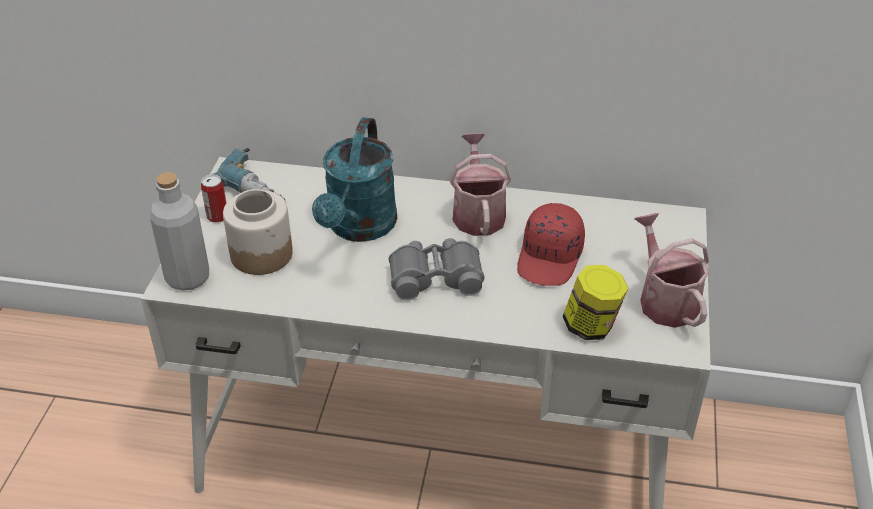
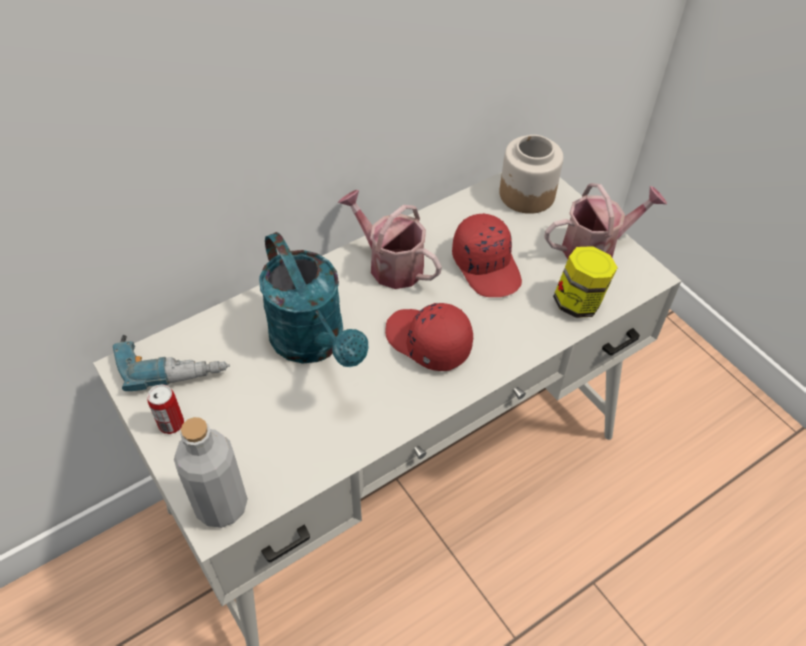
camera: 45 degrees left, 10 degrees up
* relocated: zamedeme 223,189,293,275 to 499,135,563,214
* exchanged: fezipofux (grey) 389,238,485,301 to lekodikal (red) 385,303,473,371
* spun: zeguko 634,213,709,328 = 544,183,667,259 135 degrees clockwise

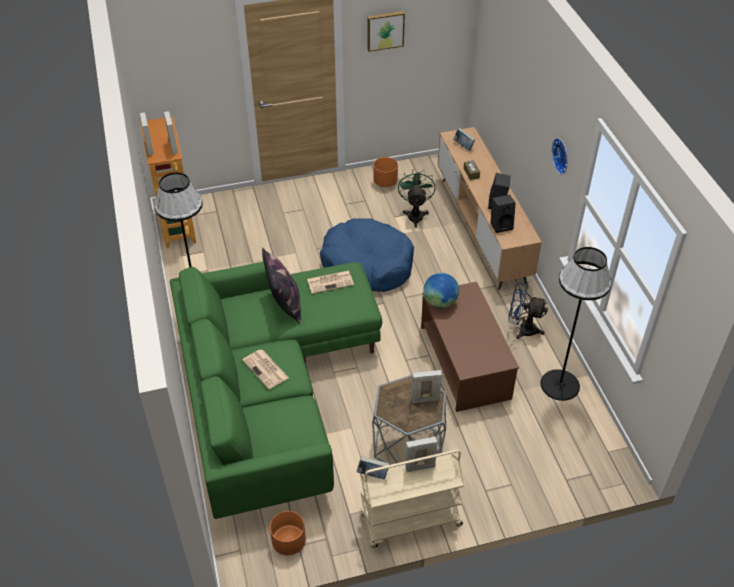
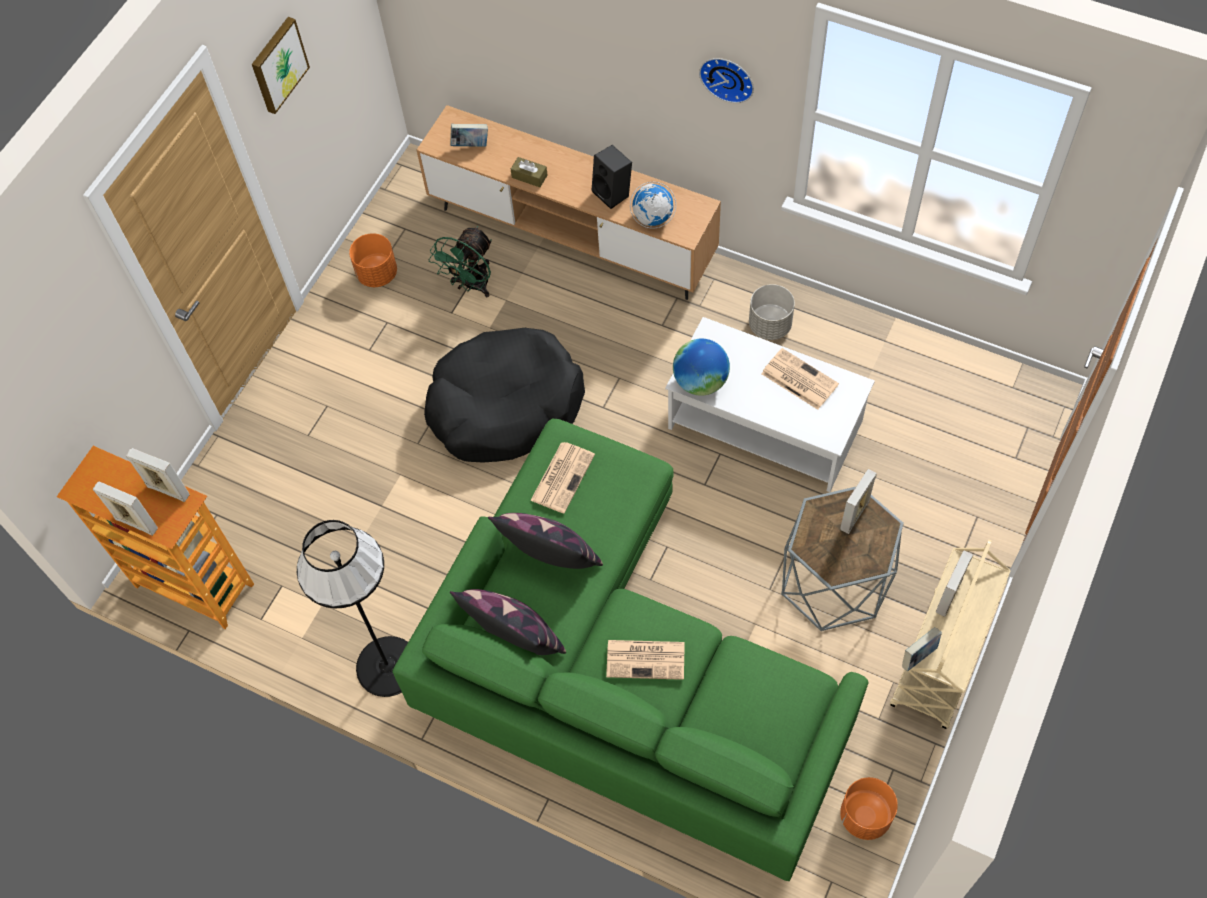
camera: 45 degrees left, 15 degrees up
* colour: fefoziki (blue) 320,218,414,292 to fefoziki (black) 424,328,585,462
* spun: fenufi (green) 398,169,435,228 = 429,226,492,297 105 degrees counterclockwise
* colour: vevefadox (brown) 421,282,519,412 to vevefadox (white) 665,317,875,492
* exchanged: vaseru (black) 491,195,516,233 to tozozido 630,182,676,229
* exchanged: fenufi (blue) 508,283,548,339 to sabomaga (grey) 749,284,795,340
* missing: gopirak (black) 541,247,612,401
* appeared: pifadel 450,589,566,655
* appeared: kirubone 761,348,839,410

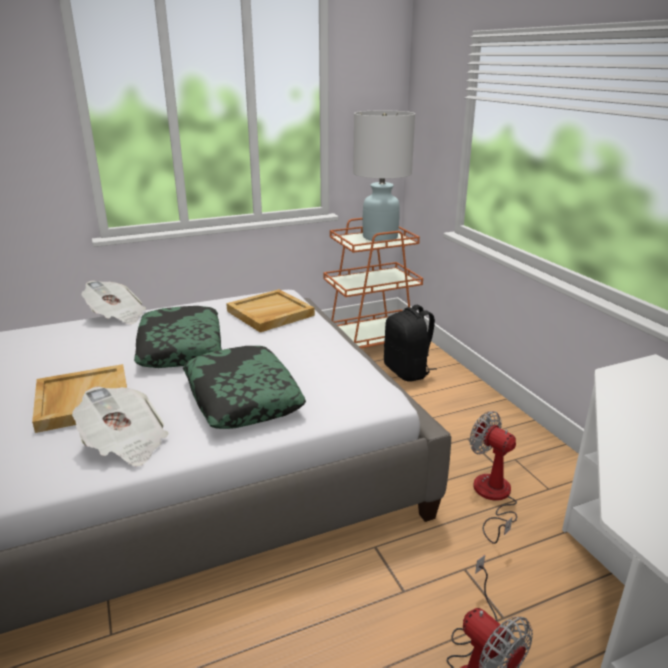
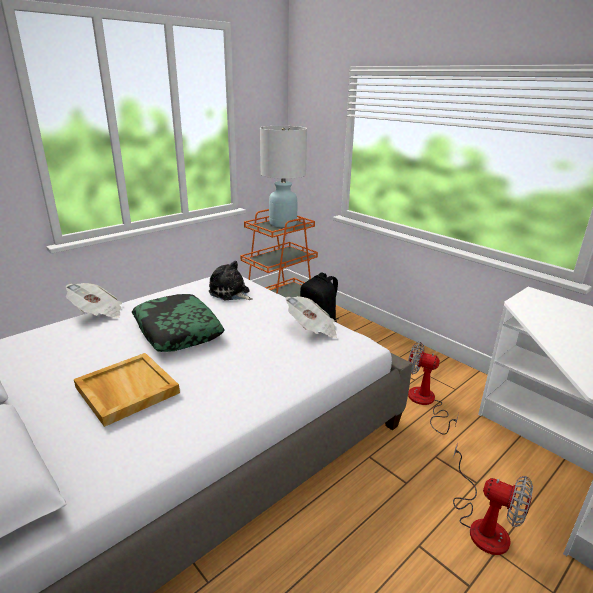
camera: 20 degrees left, 0 degrees up
* relocated: kirubone 72,386,169,466 to 286,296,337,338
* missing: pifadel 183,346,306,429
* exchanged: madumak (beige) 226,289,315,332 to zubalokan 209,261,252,300

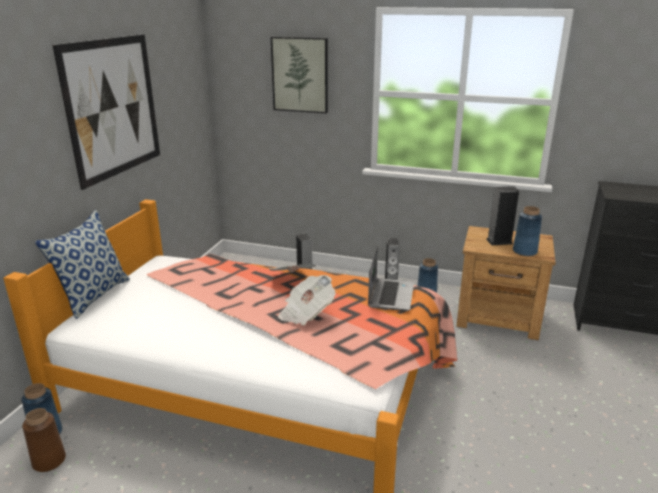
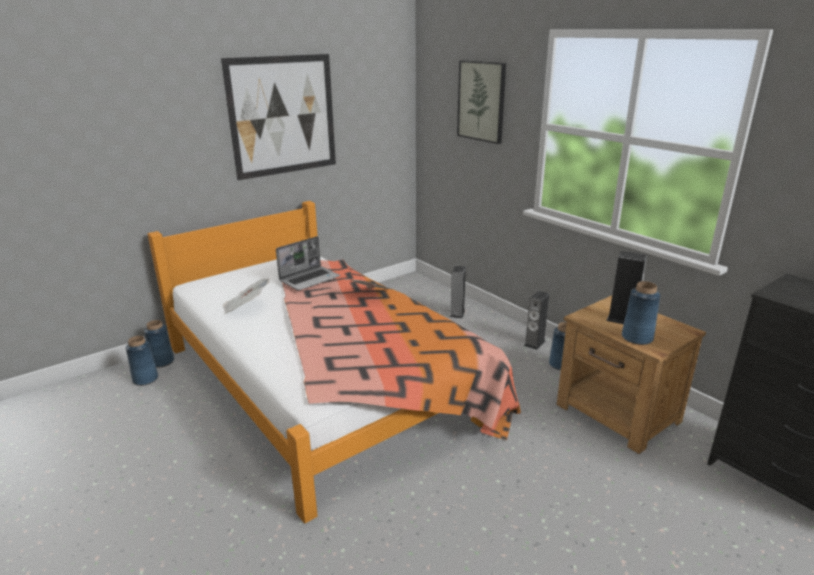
camera: 35 degrees right, 0 degrees up
* colour: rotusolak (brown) 22,408,66,472 to rotusolak (blue) 126,336,158,386
* missing: pifadel 35,210,130,319
* relocated: kirubone 278,275,336,325 to 223,278,269,314
* relocated: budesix 368,246,414,311 to 276,236,340,290

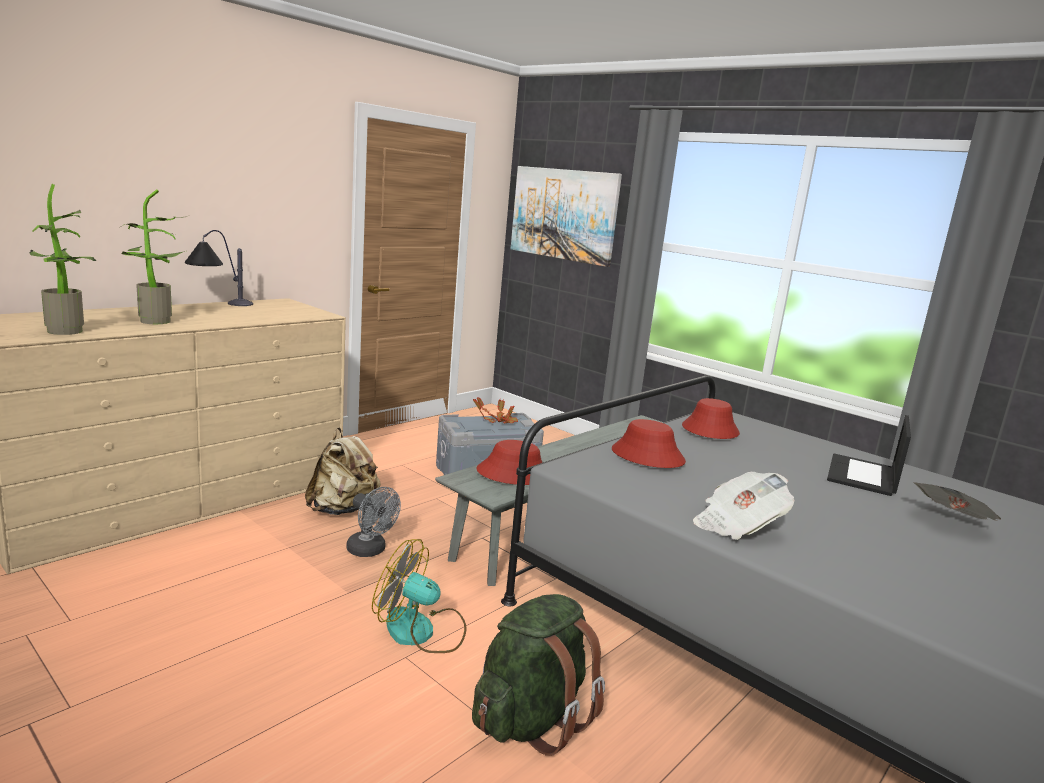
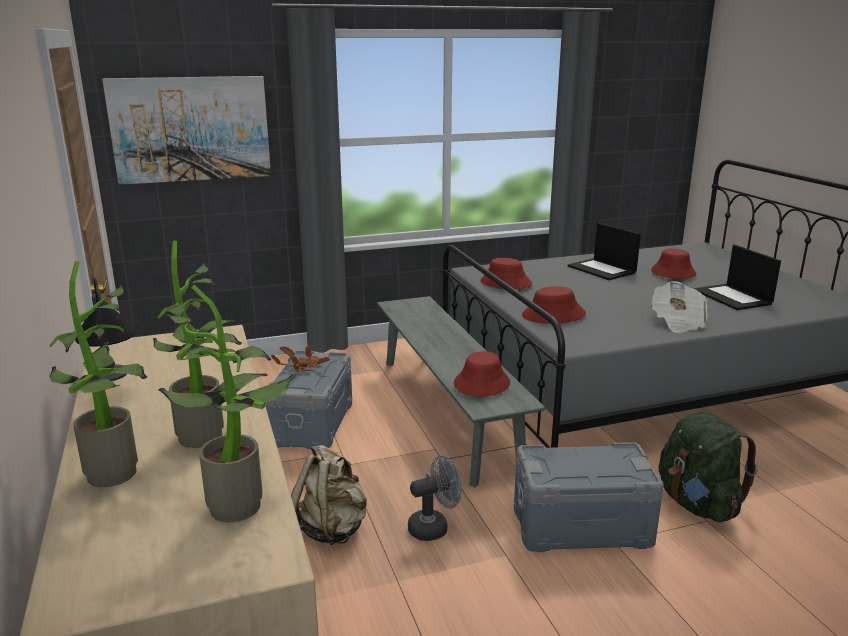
camera: 60 degrees left, 5 degrees up
* exchanged: fenufi 372,539,467,653 to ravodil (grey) 514,442,664,552
* exchanged: kirubone 913,482,1001,521 to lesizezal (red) 651,248,696,279
* appeared: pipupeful 49,261,147,487
* appeared: budesix 694,245,781,310

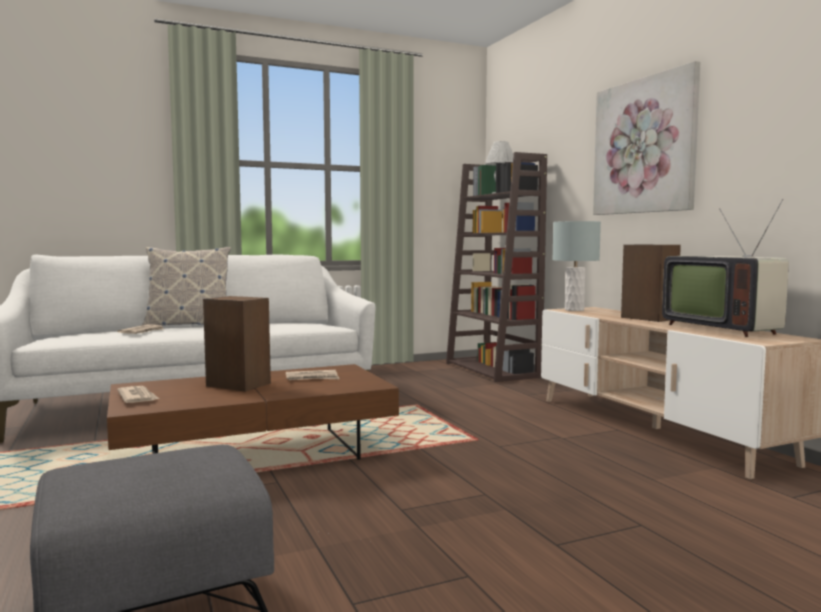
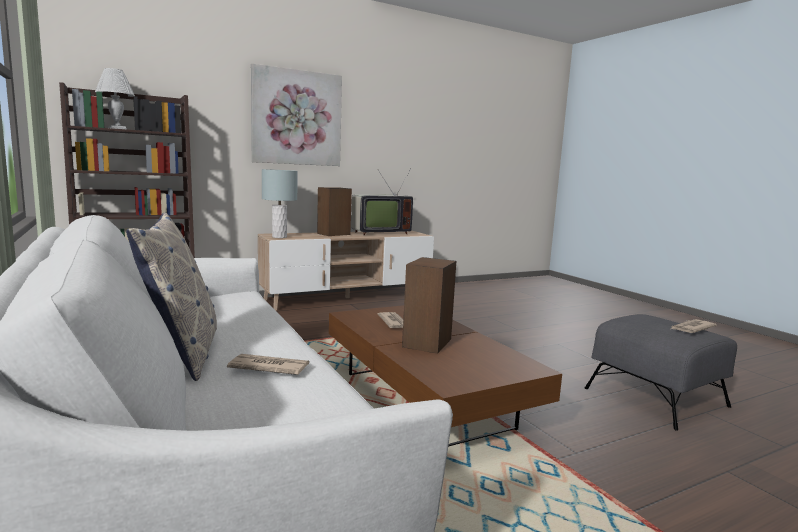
camera: 95 degrees left, 5 degrees up
* relocated: kirubone 117,386,159,403 to 671,319,717,333

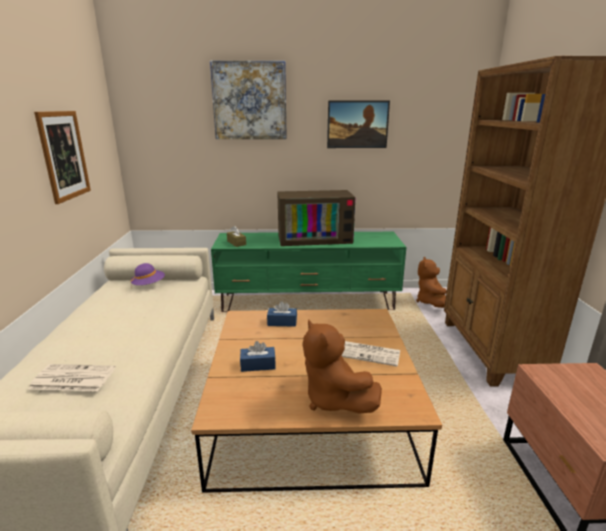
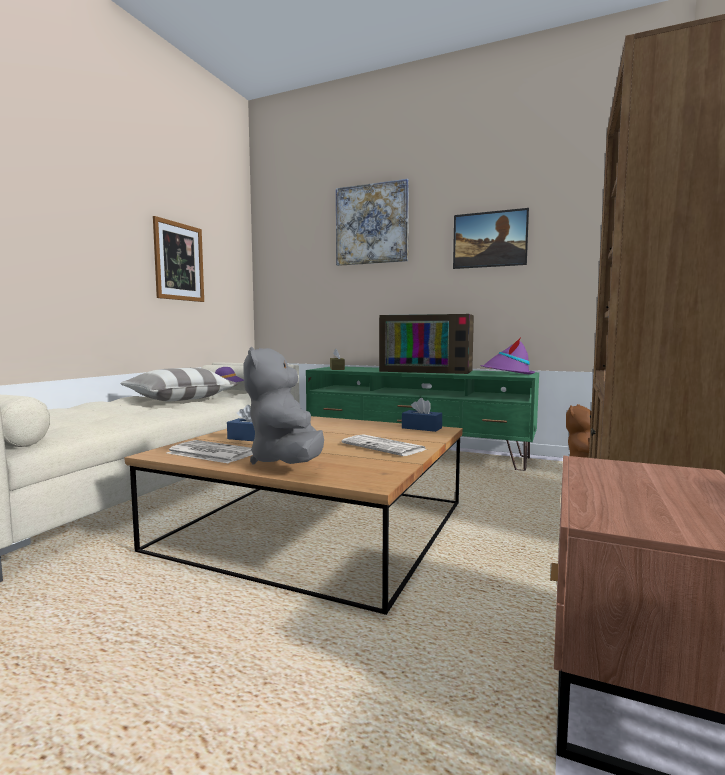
camera: 25 degrees right, 15 degrees down
* relocated: kirubone 29,364,115,391 to 167,440,253,463
* relocated: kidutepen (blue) 267,301,297,327 to 402,398,442,432
* colour: zubalokan (brown) 303,319,382,414 to zubalokan (grey) 243,347,324,464
* appeared: pifadel 120,368,237,401
* appeared: lesizezal (purple) 480,337,535,375

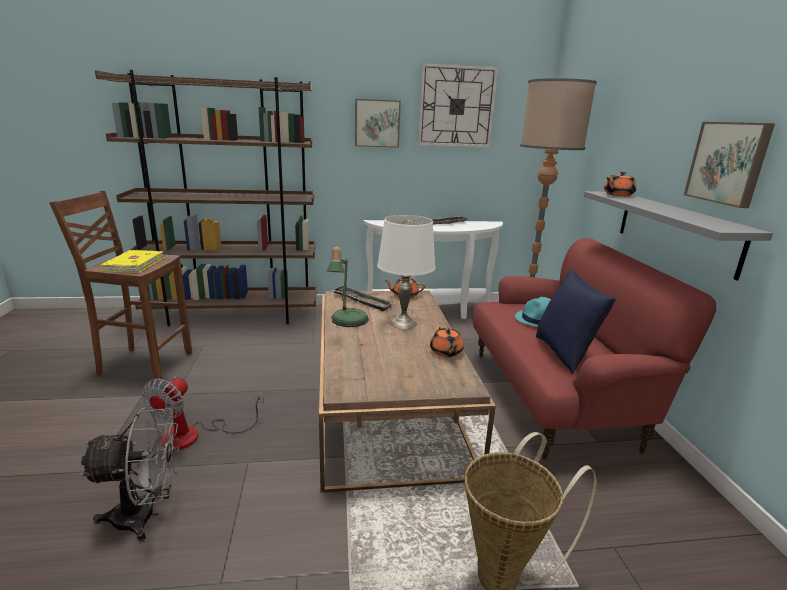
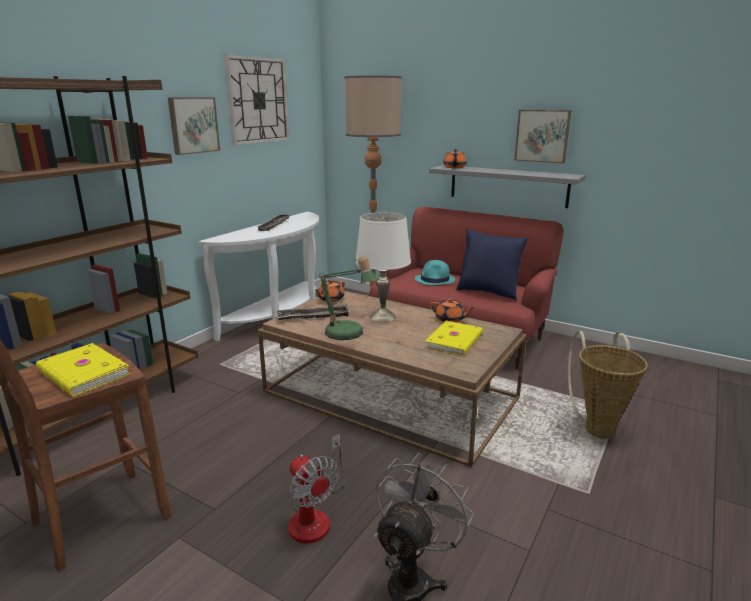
camera: 50 degrees left, 0 degrees up
* appeared: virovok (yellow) 425,321,483,356

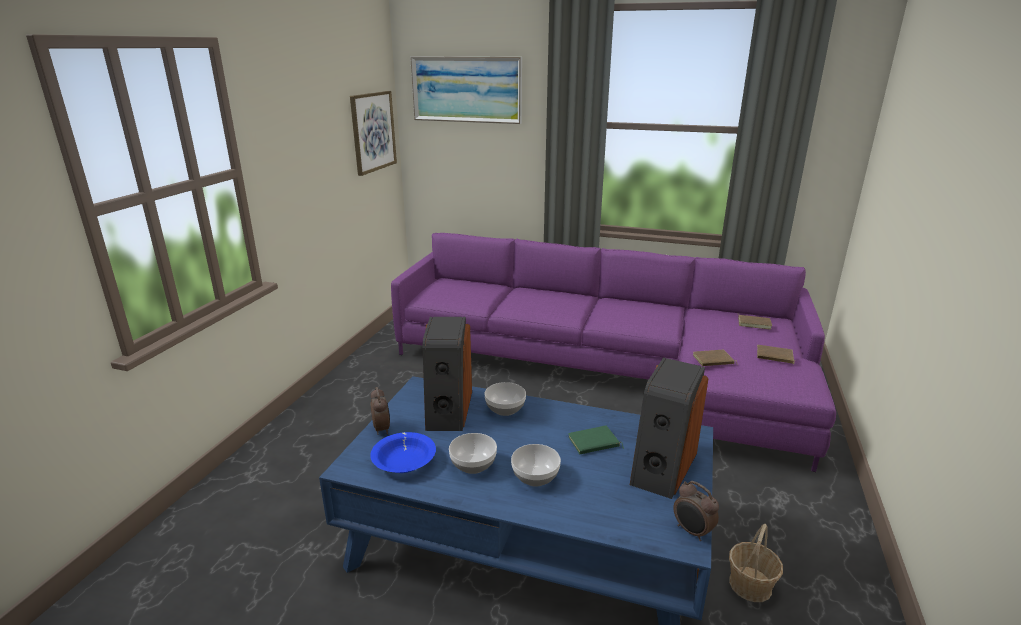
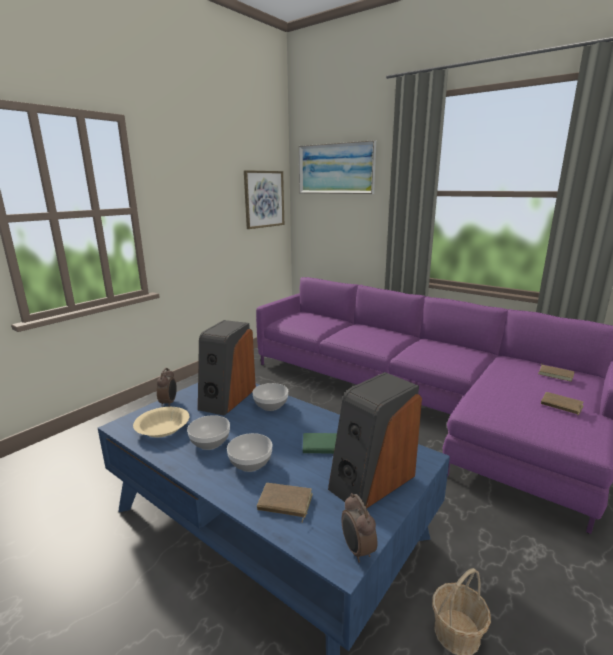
camera: 20 degrees right, 5 degrees down
* colour: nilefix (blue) 370,432,436,473 to nilefix (beige) 133,407,189,437
* relocated: virovok (brown) 693,350,738,366 to 257,483,313,523

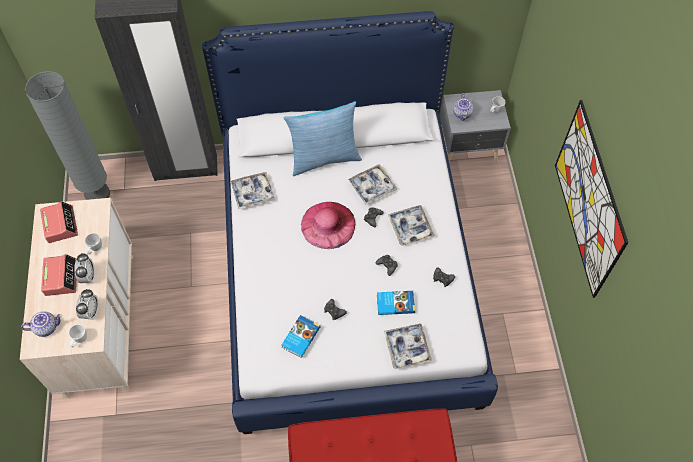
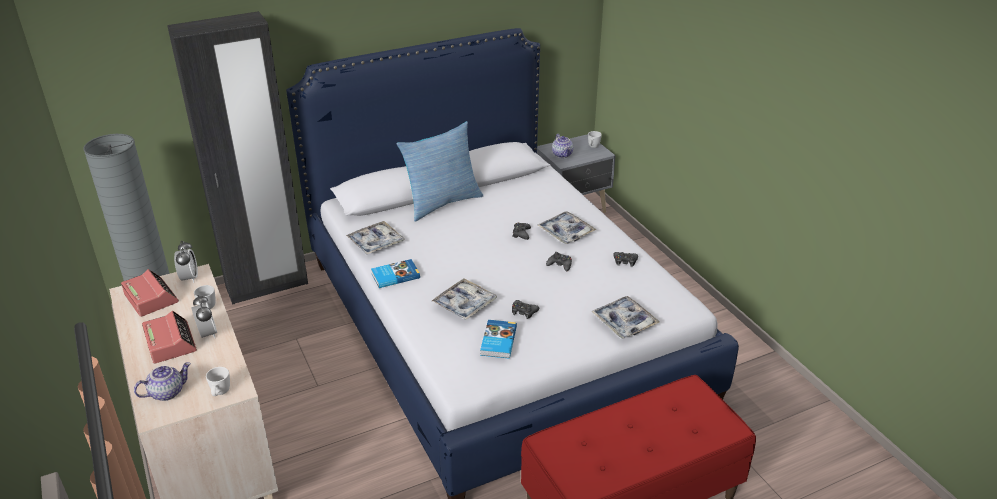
camera: 20 degrees left, 25 degrees down
* relocated: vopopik 76,289,99,320 to 174,241,198,283
* missing: lesizezal (pink) 301,202,355,249
* relocated: madumak 348,164,397,205 to 432,278,497,320
* relocated: virovok 377,291,415,315 to 371,259,420,288
* missing: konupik 555,100,628,298

